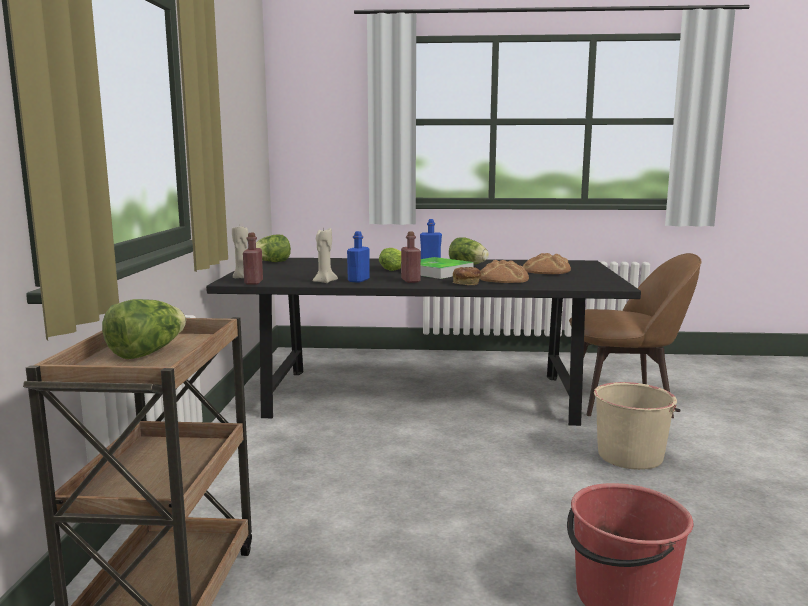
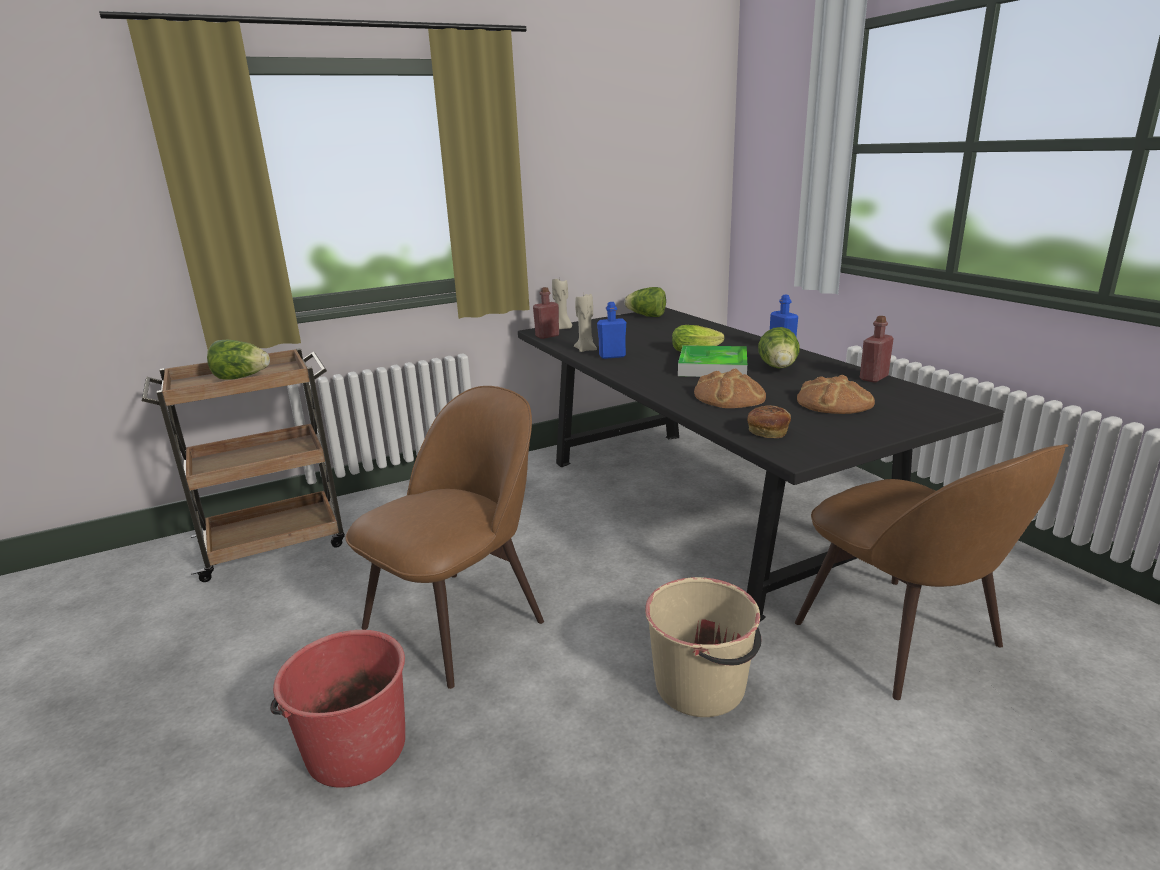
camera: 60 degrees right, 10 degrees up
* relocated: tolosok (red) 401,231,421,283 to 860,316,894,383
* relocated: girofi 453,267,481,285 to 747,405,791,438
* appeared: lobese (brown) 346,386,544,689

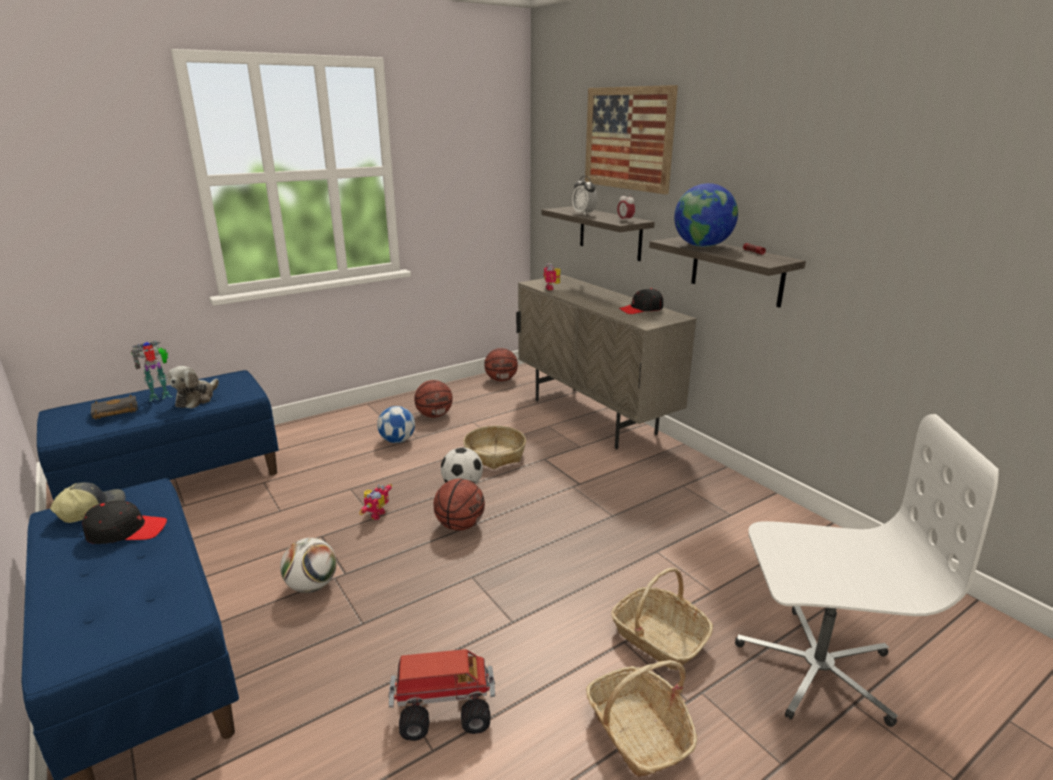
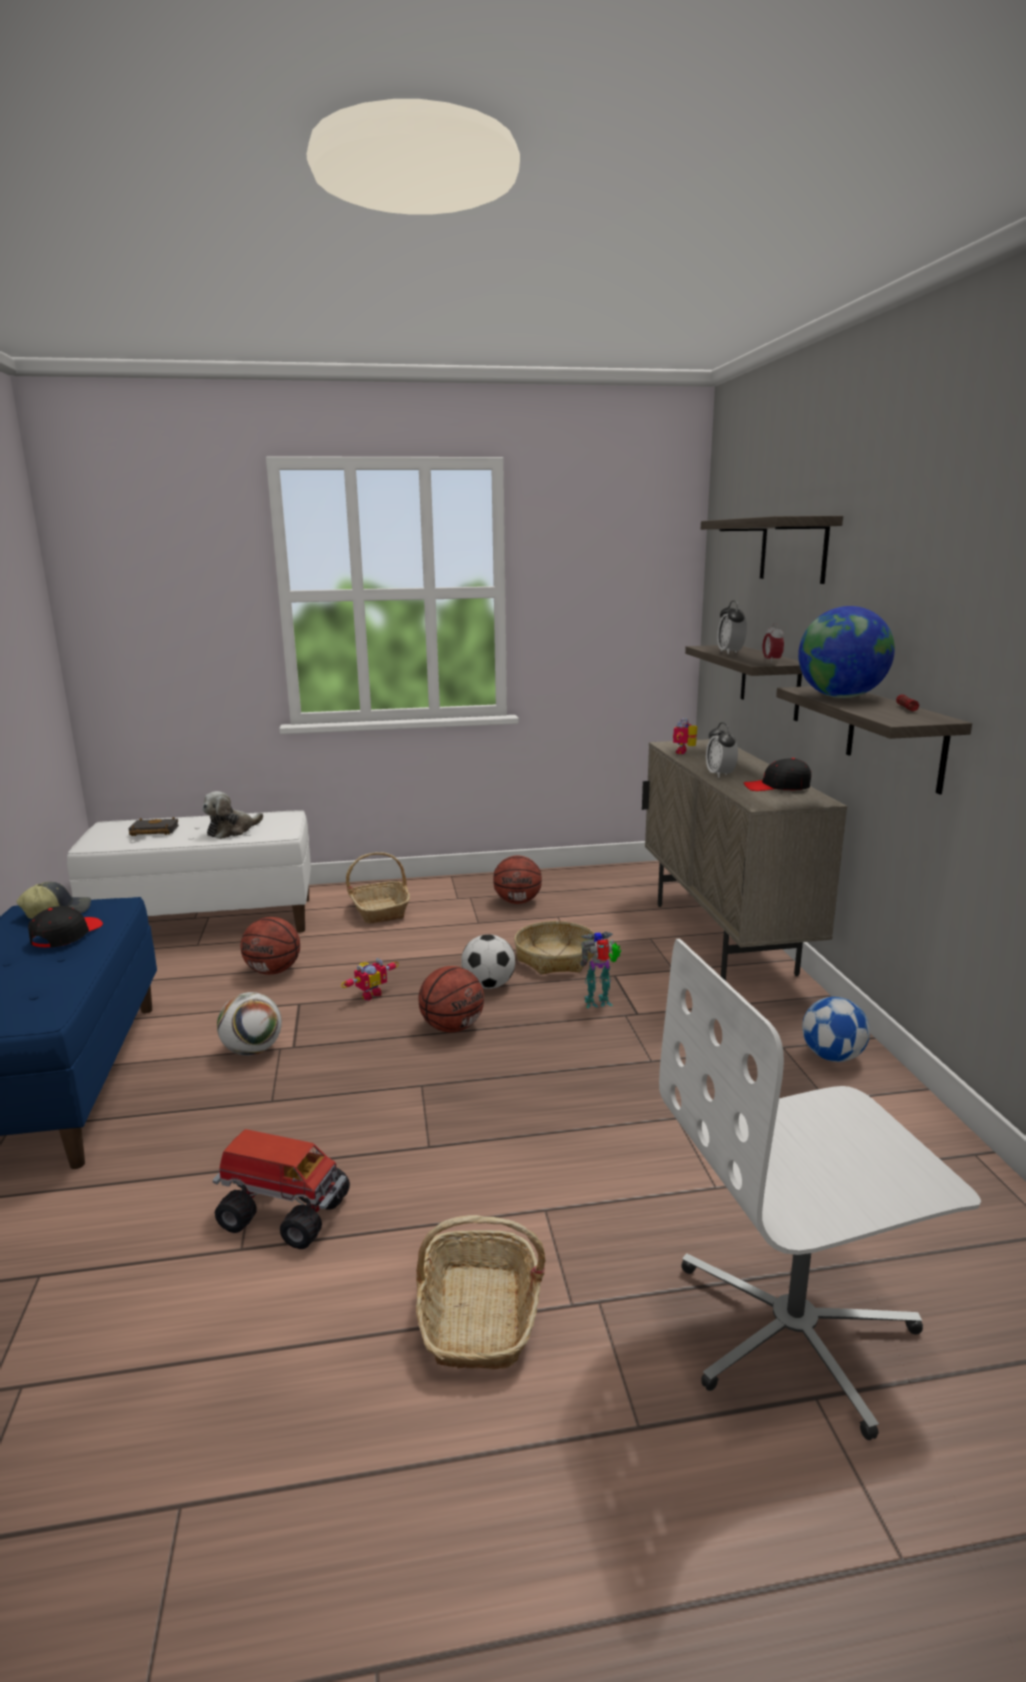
camera: 25 degrees right, 5 degrees down
* colour: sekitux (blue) 37,370,279,500 to sekitux (white) 67,810,311,933
* spun: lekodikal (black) 82,501,167,544 = 28,906,103,948 90 degrees counterclockwise
* relocated: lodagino 131,341,172,401 to 580,932,621,1008
* relocated: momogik 377,406,415,443 to 802,997,870,1062
* relocated: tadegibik 484,348,518,381 to 240,917,300,975
* exchanged: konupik 585,85,678,194 to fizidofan 701,516,843,584
* relocated: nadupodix 611,568,713,670 to 346,852,410,924
* spun: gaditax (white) 735,414,999,727 = 659,939,981,1440 135 degrees clockwise
* appeared: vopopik 706,722,738,778

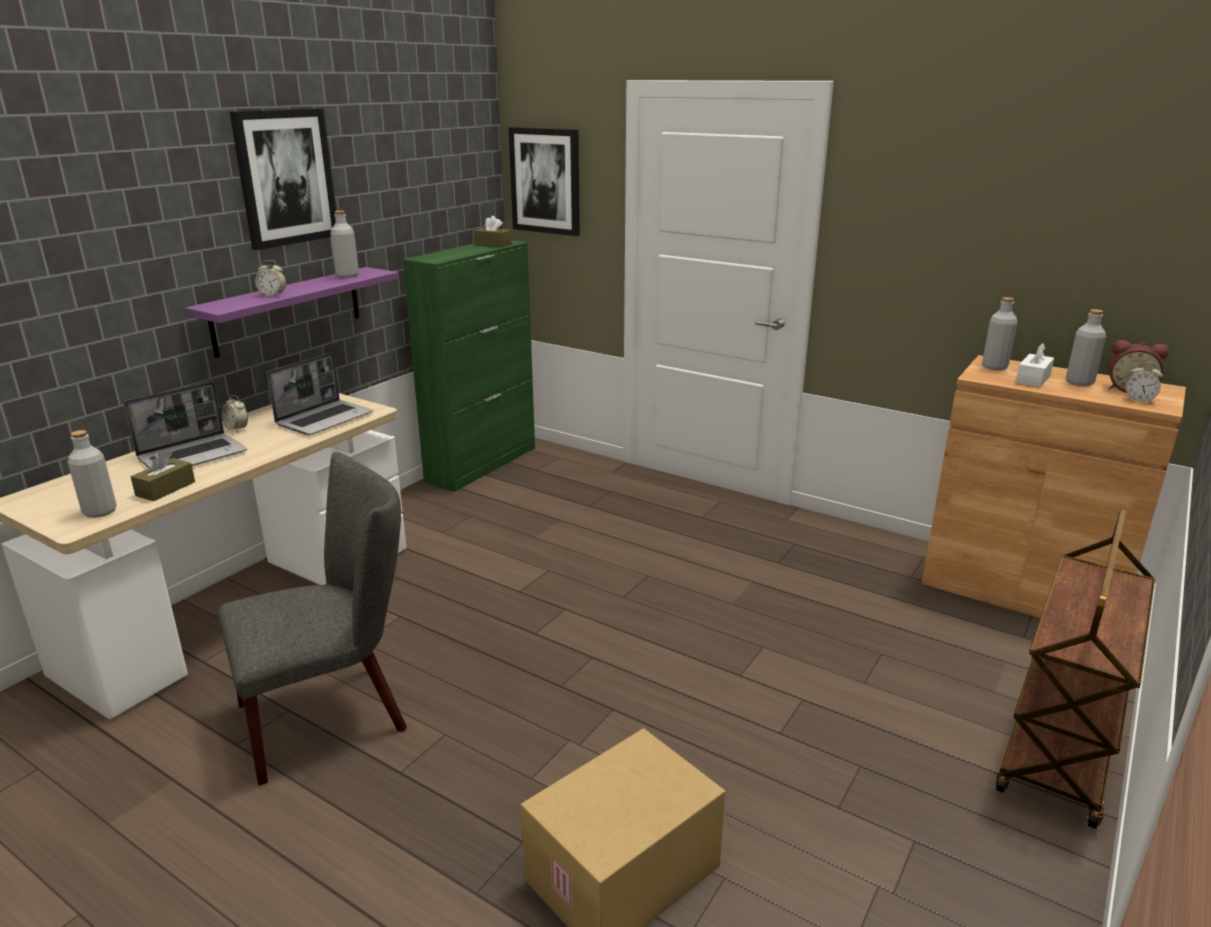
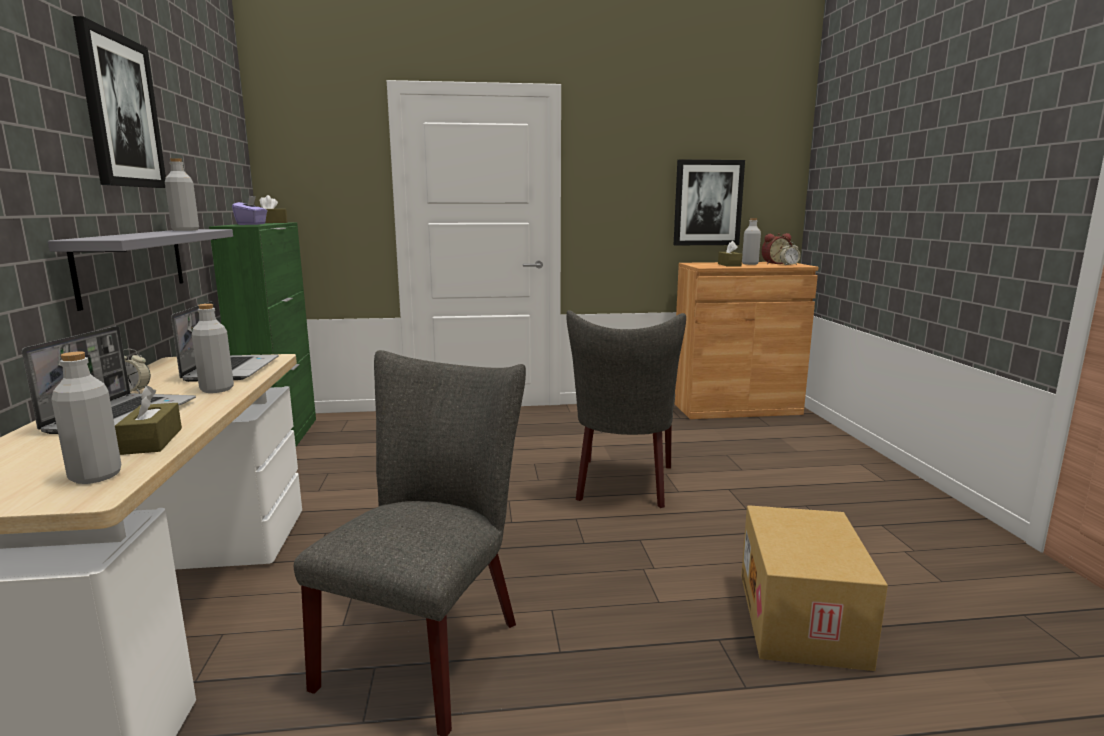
camera: 40 degrees left, 10 degrees down
* colour: fizidofan (purple) 185,267,398,358 to fizidofan (grey) 48,229,233,311
* missing: vopopik 255,260,286,296
* relocated: konupik 509,127,580,236 to 674,160,745,245
* relocated: tolosok (grey) 982,297,1017,370 to 192,304,234,393
* missing: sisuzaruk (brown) 996,509,1155,829
* colour: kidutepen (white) 1016,343,1054,387 to kidutepen (brown) 718,241,742,267
* appeared: kidutepen (purple) 232,196,267,225
* appeared: lobese (grey) 566,310,686,508

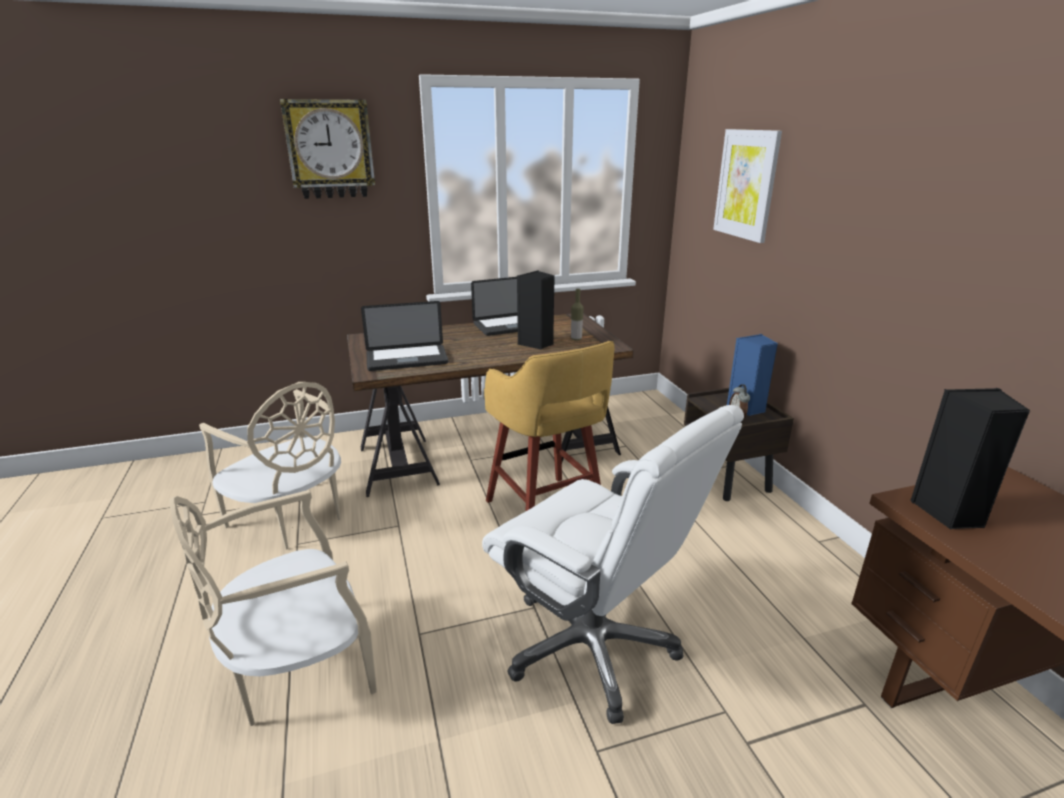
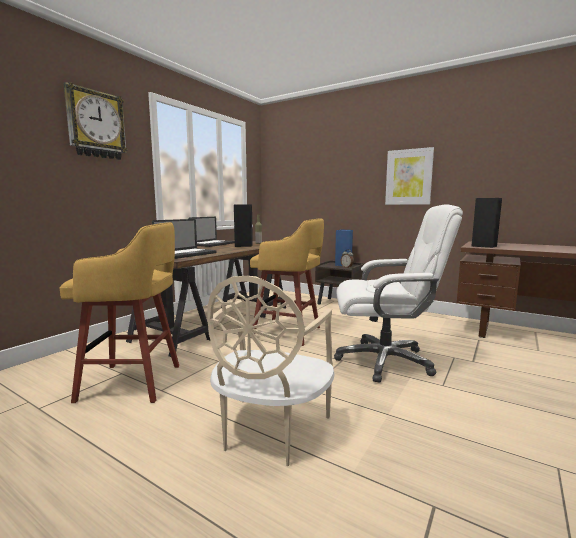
camera: 40 degrees left, 15 degrees down
* exchanged: lobese (beige) 199,382,341,550 to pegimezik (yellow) 60,222,179,403
* relocated: konupik 713,129,782,243 to 385,147,434,205

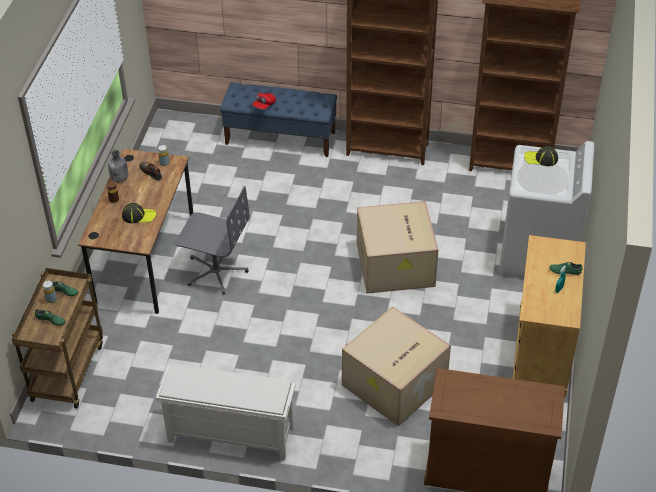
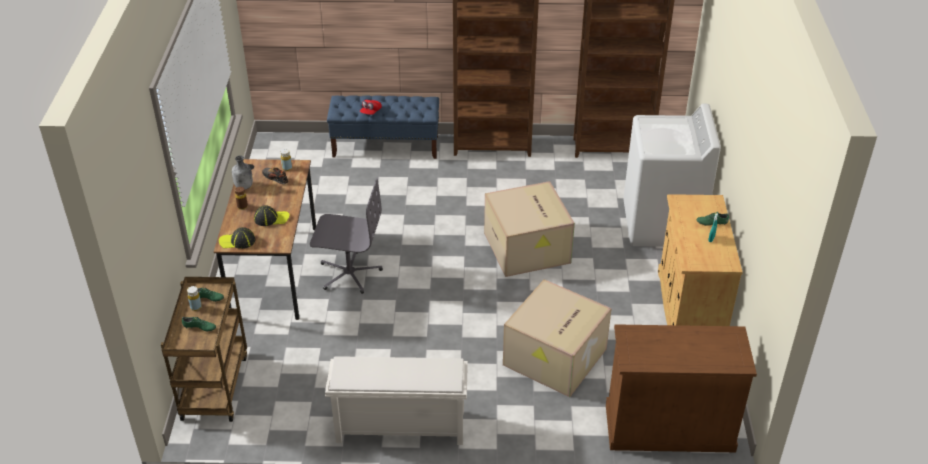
camera: 10 degrees left, 5 degrees down
* relocated: lekodikal 524,146,558,166 to 219,227,256,249

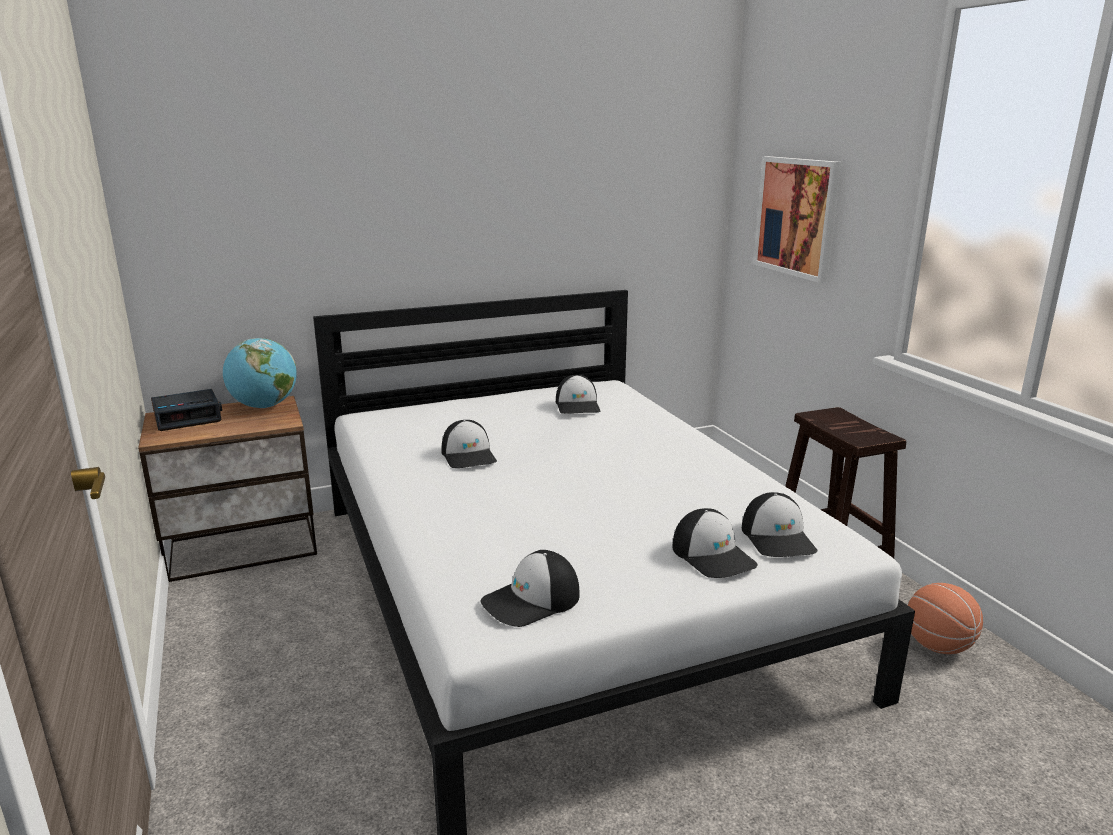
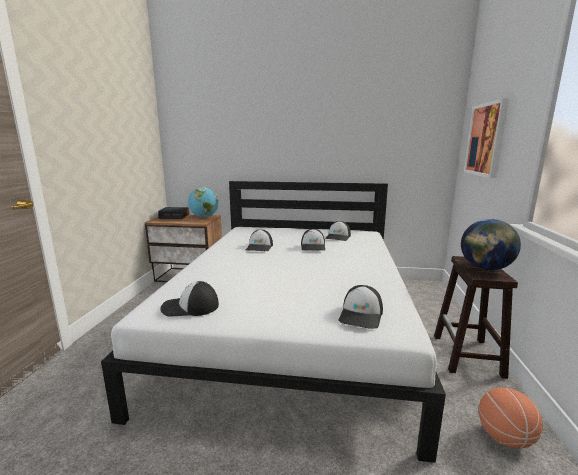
camera: 30 degrees right, 5 degrees down
* relocated: lekodikal 672,508,758,578 to 301,229,325,251
* appeared: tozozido 461,219,521,270

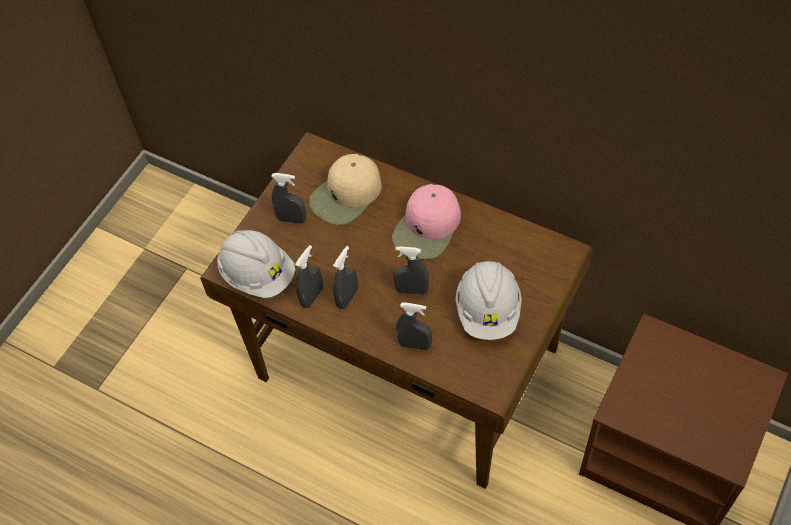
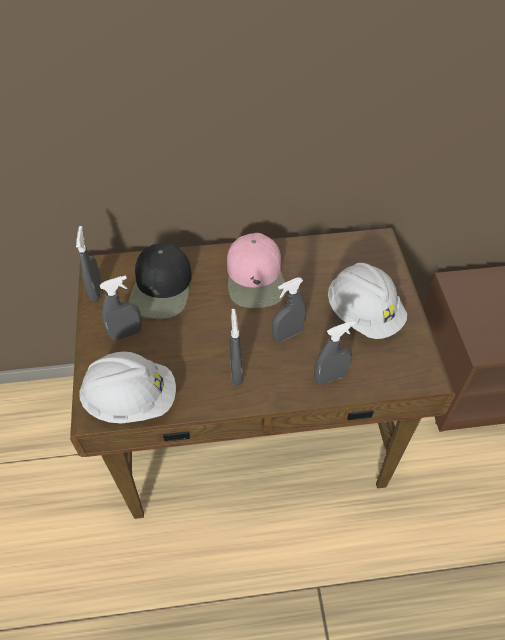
camera: 40 degrees left, 5 degrees down
* relocated: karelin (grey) 295,245,323,308 to 76,226,102,302
* colour: lekodikal (beige) 309,154,382,225 to lekodikal (black) 128,243,192,319

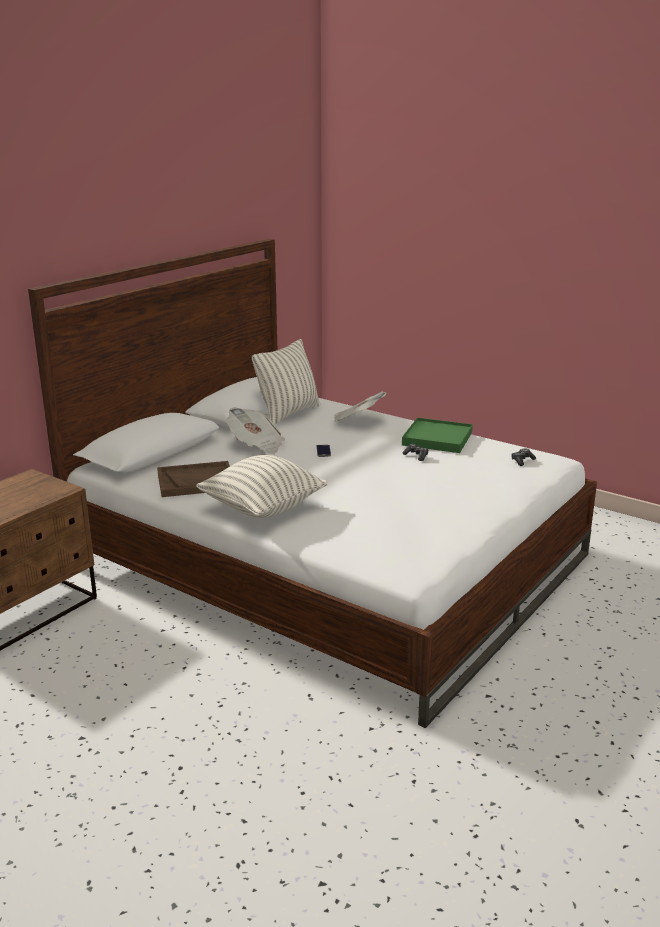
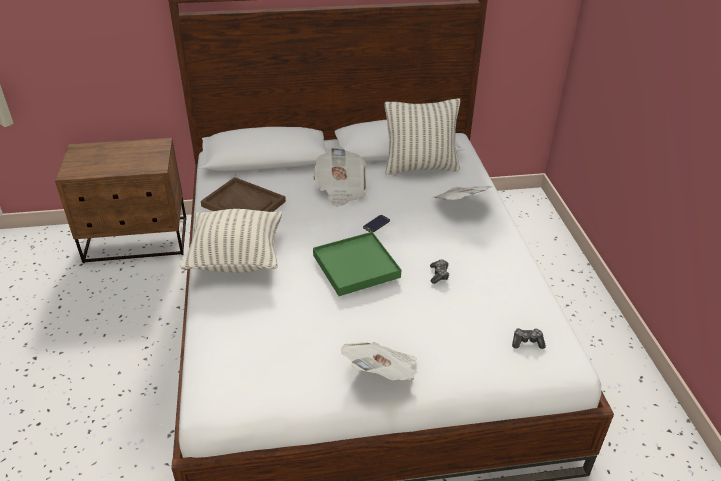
camera: 45 degrees right, 15 degrees up
* relocated: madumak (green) 402,418,473,453 to 313,232,401,296
* appeared: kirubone 341,342,417,380

